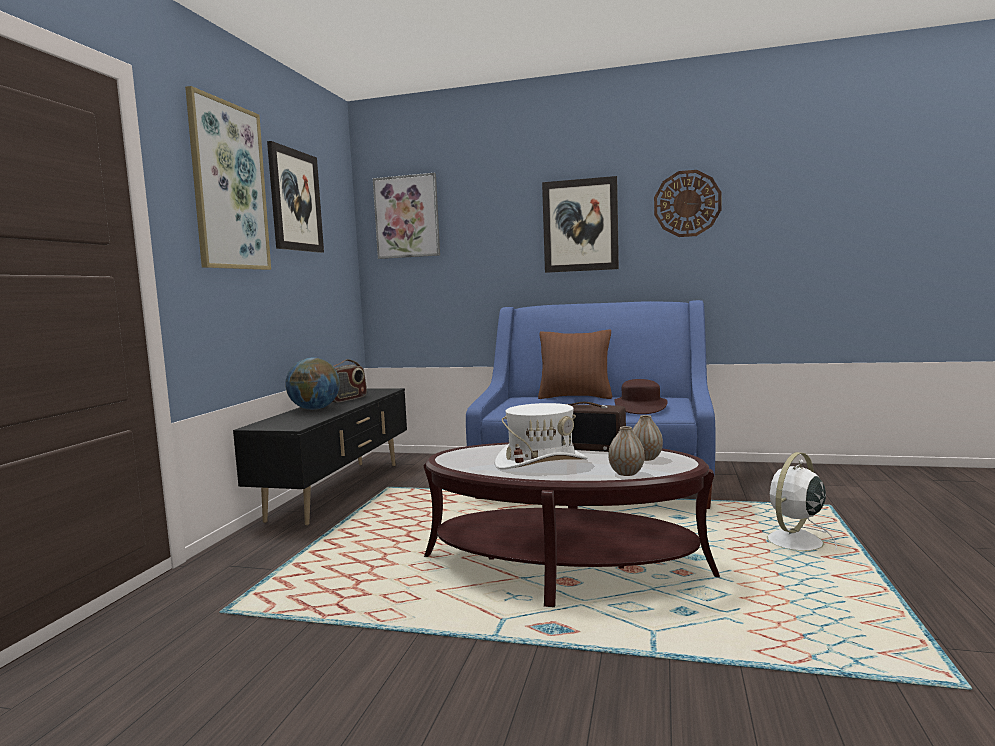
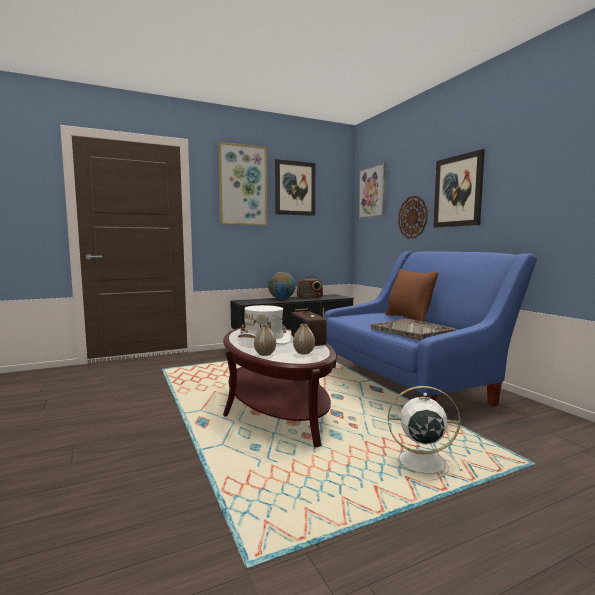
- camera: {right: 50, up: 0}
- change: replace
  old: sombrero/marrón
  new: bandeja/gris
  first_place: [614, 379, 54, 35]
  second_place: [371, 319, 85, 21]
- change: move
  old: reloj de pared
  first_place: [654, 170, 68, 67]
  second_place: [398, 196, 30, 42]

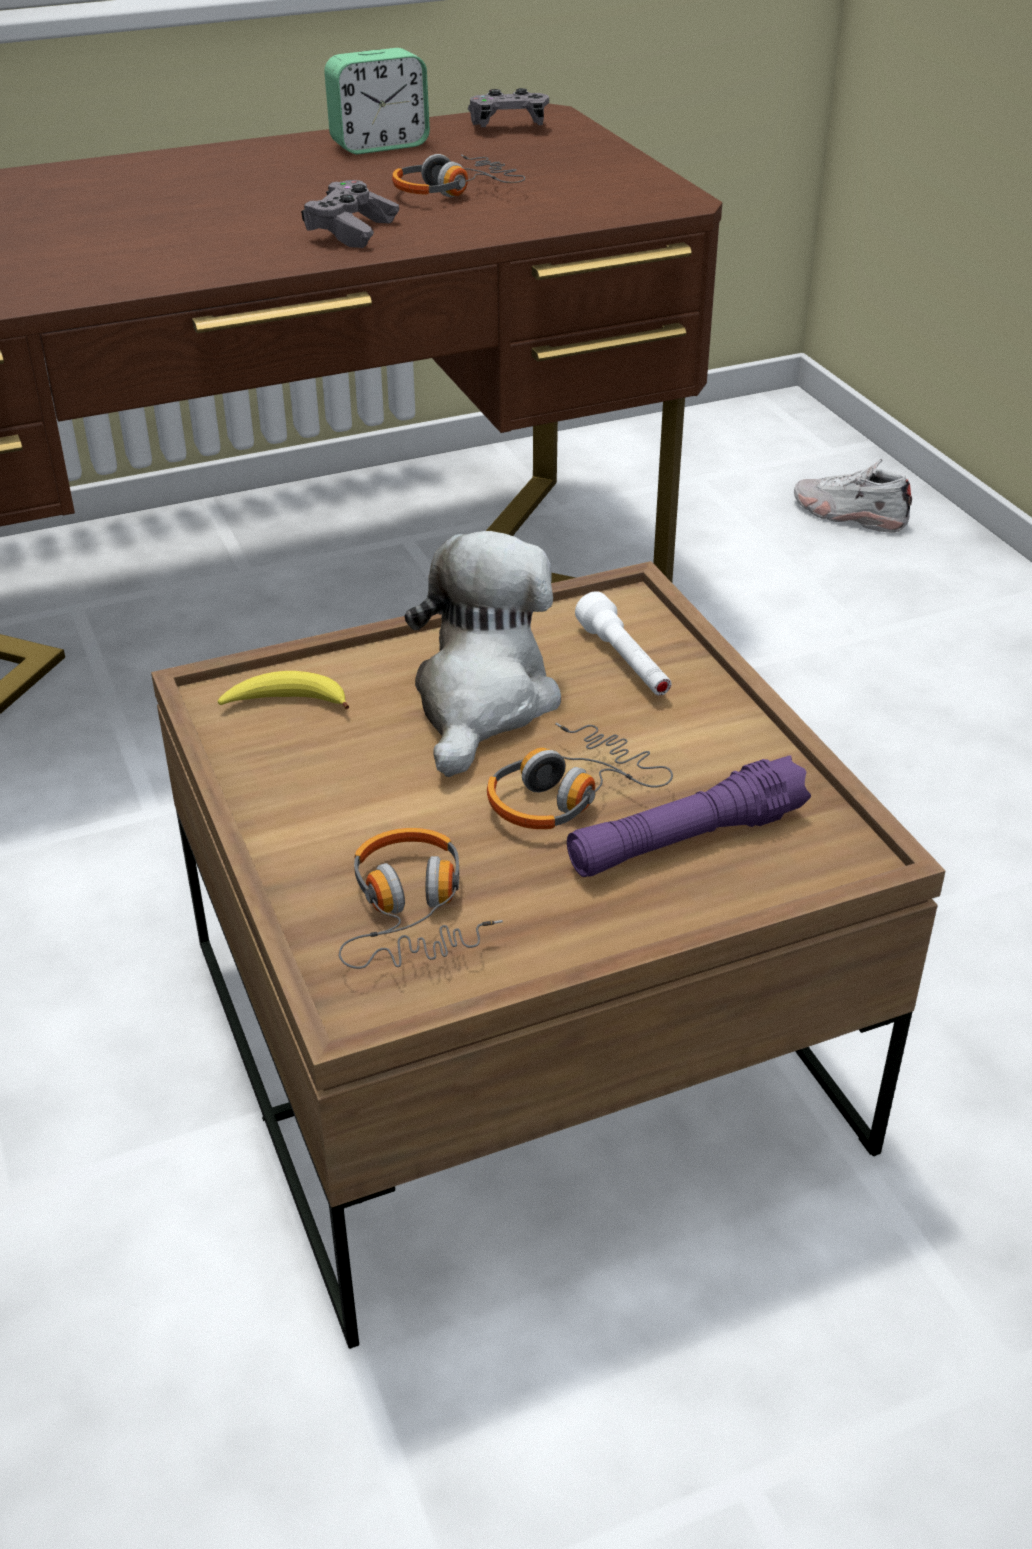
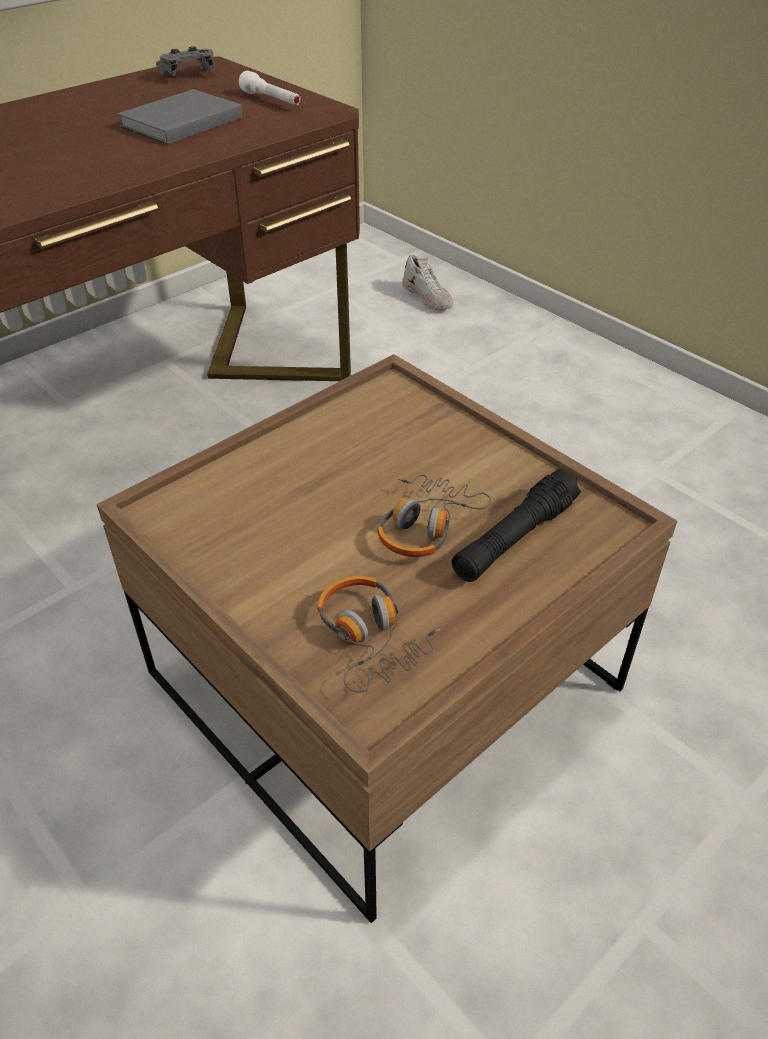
- camera: {right: -20, up: 5}
- change: delete
  old: plátano
  first_place: [218, 671, 131, 39]
- change: delete
  old: mando de consola/gris
  first_place: [301, 180, 98, 68]
- change: delete
  old: despertador
  first_place: [324, 48, 106, 106]
- change: replace
  old: auriculares
  new: libro/gris
  first_place: [392, 154, 134, 43]
  second_place: [118, 89, 125, 55]
- change: delete
  old: peluche
  first_place: [404, 531, 157, 246]
- change: recolor
  old: linterna/morado
  new: linterna/negro
  first_place: [567, 755, 244, 122]
  second_place: [452, 469, 129, 113]
- change: move
  old: linterna/blanco
  first_place: [575, 591, 97, 104]
  second_place: [239, 71, 62, 35]
- change: rotate
  old: zapato/blanco
  first_place: [794, 459, 118, 74]
  second_place: [402, 254, 51, 56]
  degrees: -135

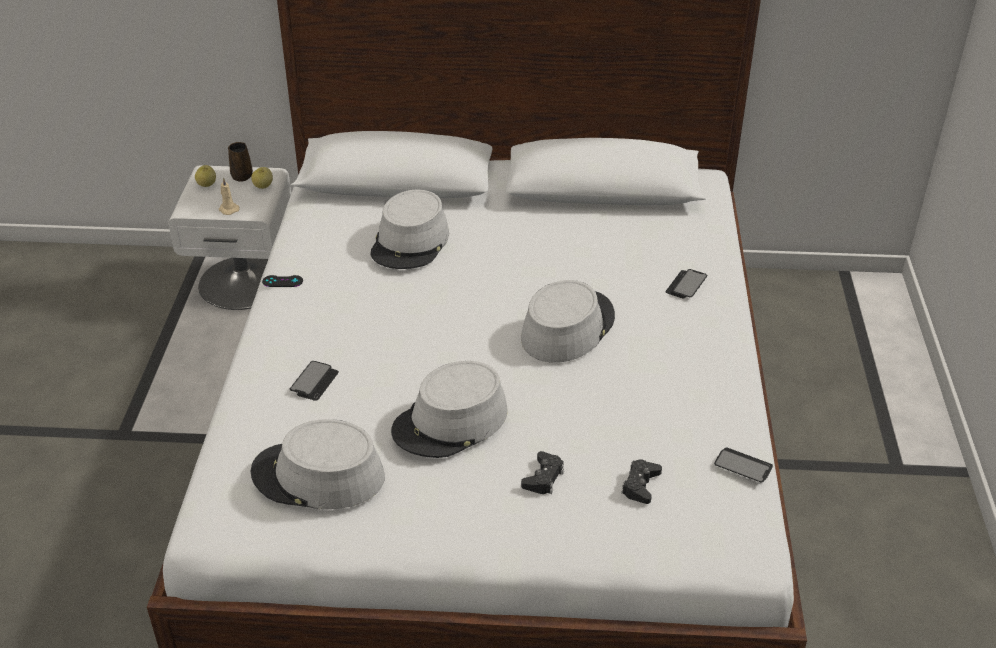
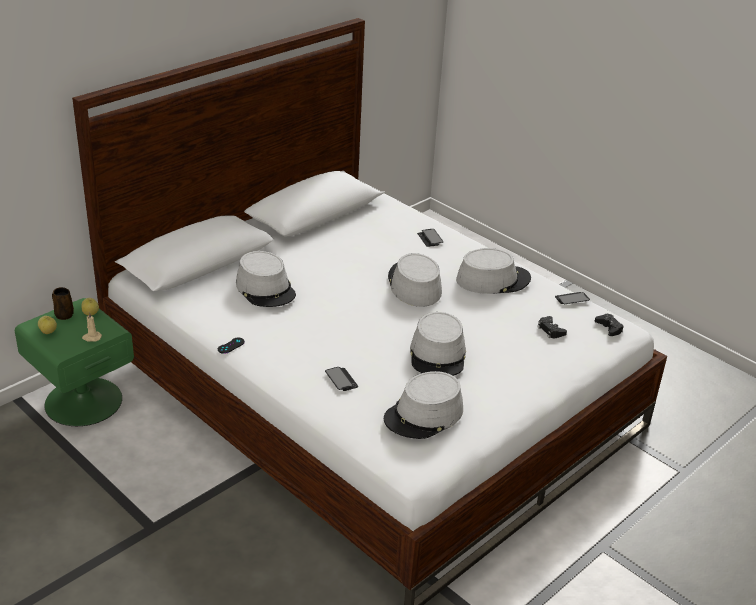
- camera: {right: -50, up: -5}
- change: recolor
  old: mesita de noche/blanco
  new: mesita de noche/verde
  first_place: [168, 166, 123, 144]
  second_place: [15, 298, 119, 128]
- change: move
  old: mando de consola/negro
  first_place: [521, 451, 43, 43]
  second_place: [595, 314, 29, 22]
- change: insert
  new: sombrero/gris
  second_place: [456, 248, 75, 46]

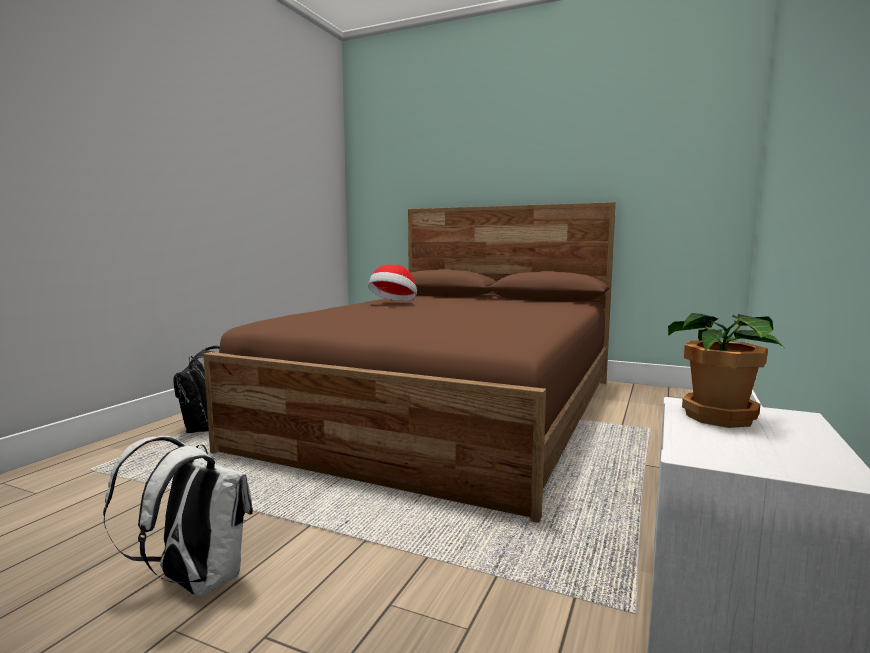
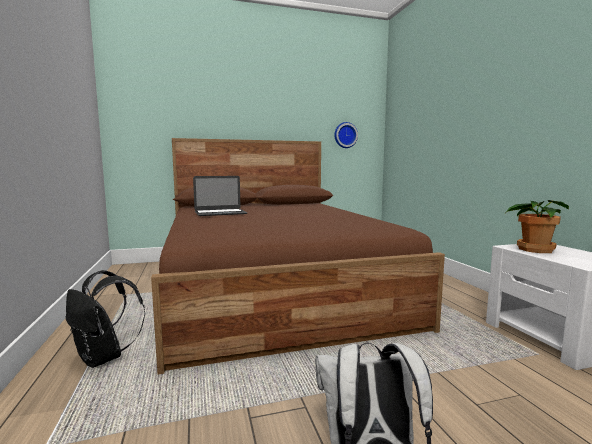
- camera: {right: -40, up: 0}
- change: replace
  old: sombrero
  new: portátil
  first_place: [368, 265, 49, 36]
  second_place: [193, 176, 54, 40]
- change: insert
  new: reloj de pared
  second_place: [334, 122, 24, 26]

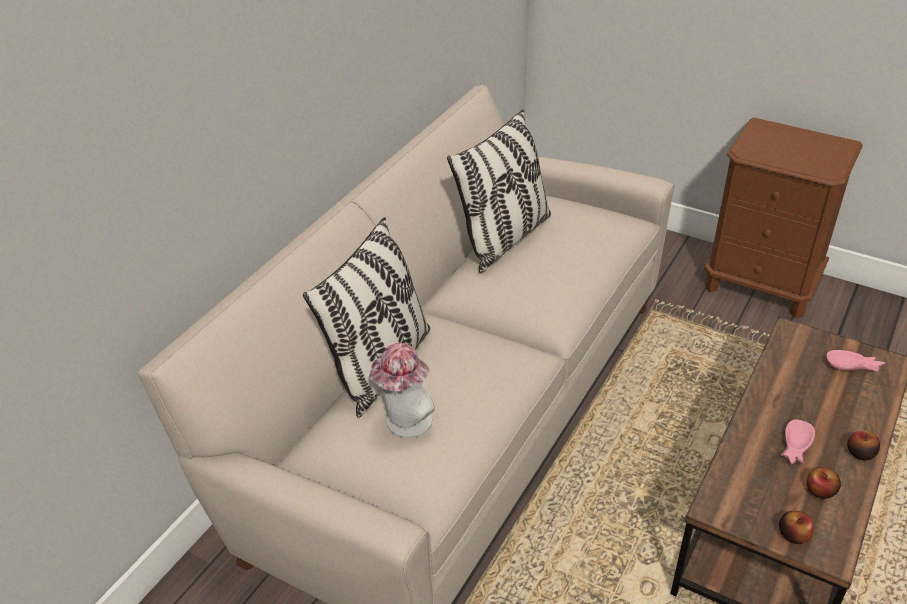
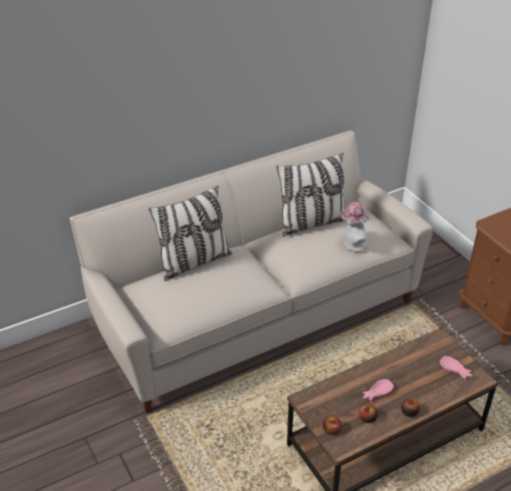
- camera: {right: 30, up: 0}
- change: move
  old: sombrero
  first_place: [369, 343, 66, 95]
  second_place: [339, 202, 30, 50]

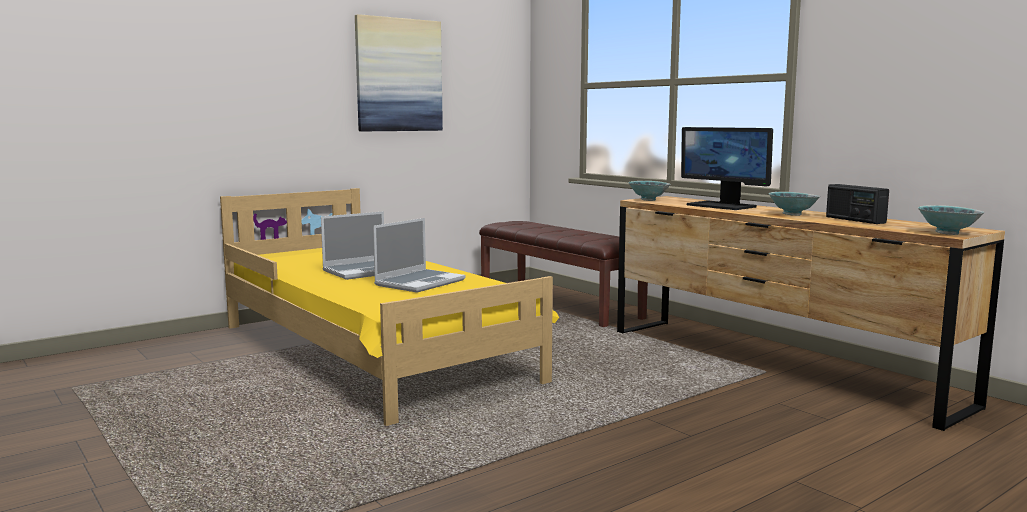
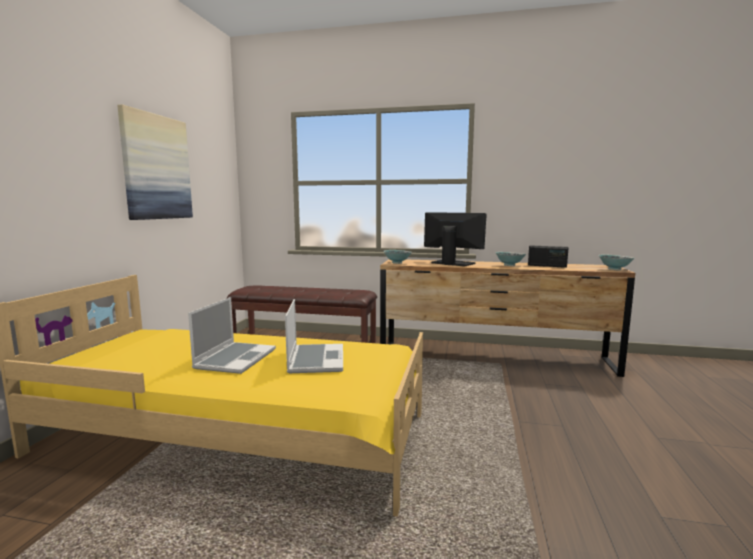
- camera: {right: -40, up: 0}
- change: rotate
  old: monitor
  first_place: [681, 127, 92, 83]
  second_place: [424, 212, 63, 54]
  degrees: -150

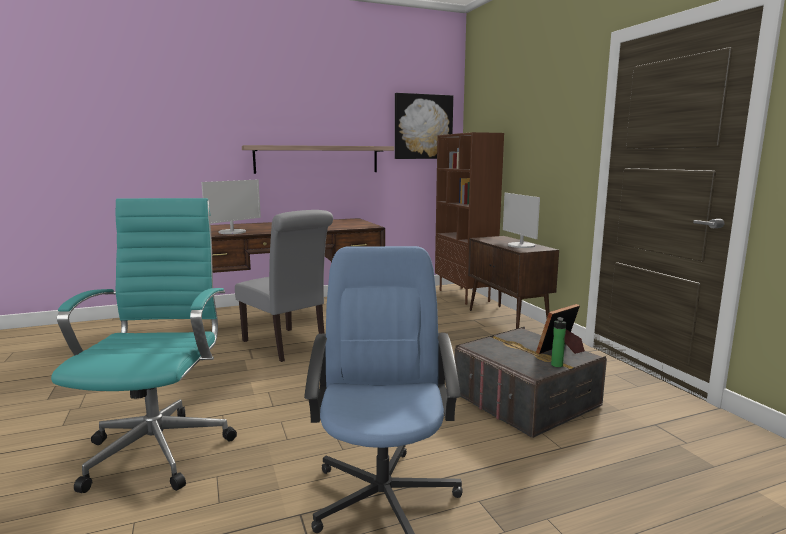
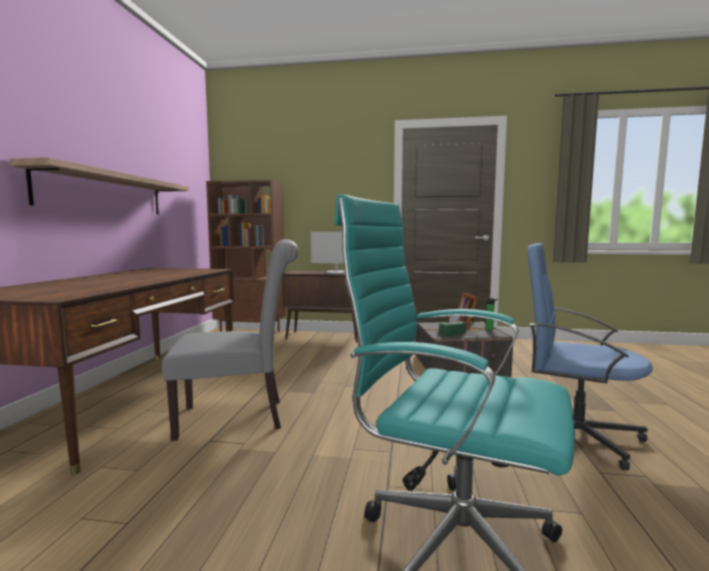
- camera: {right: -60, up: -5}
- change: delete
  old: monitor
  first_place: [201, 180, 60, 54]
- change: delete
  old: cuadro
  first_place: [395, 93, 58, 66]
- change: insert
  new: caja de pañuelos/verde
  second_place: [439, 317, 27, 20]

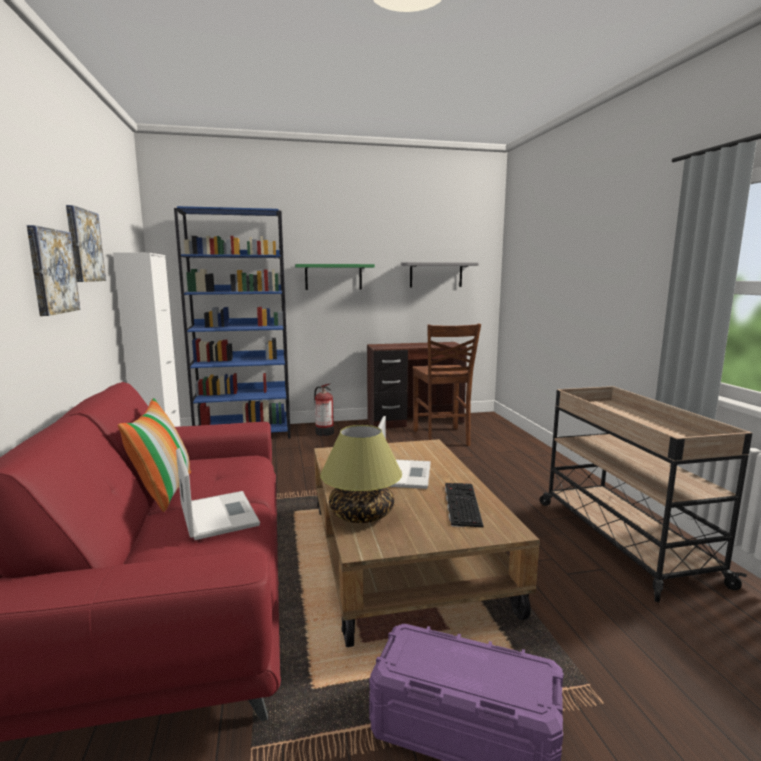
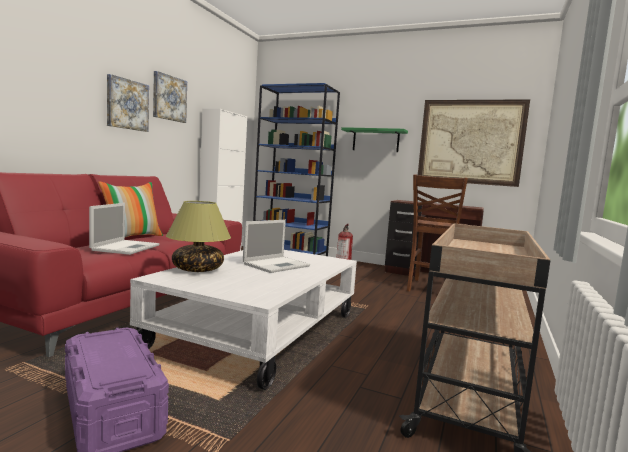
- camera: {right: 35, up: -5}
- change: recolor
  old: mesa de centro/marrón
  new: mesa de centro/blanco
  first_place: [314, 439, 226, 208]
  second_place: [130, 250, 227, 140]
- change: replace
  old: estante/gris
  new: cuadro
  first_place: [401, 262, 78, 25]
  second_place: [418, 99, 112, 88]
- change: delete
  old: teclado
  first_place: [445, 483, 38, 44]

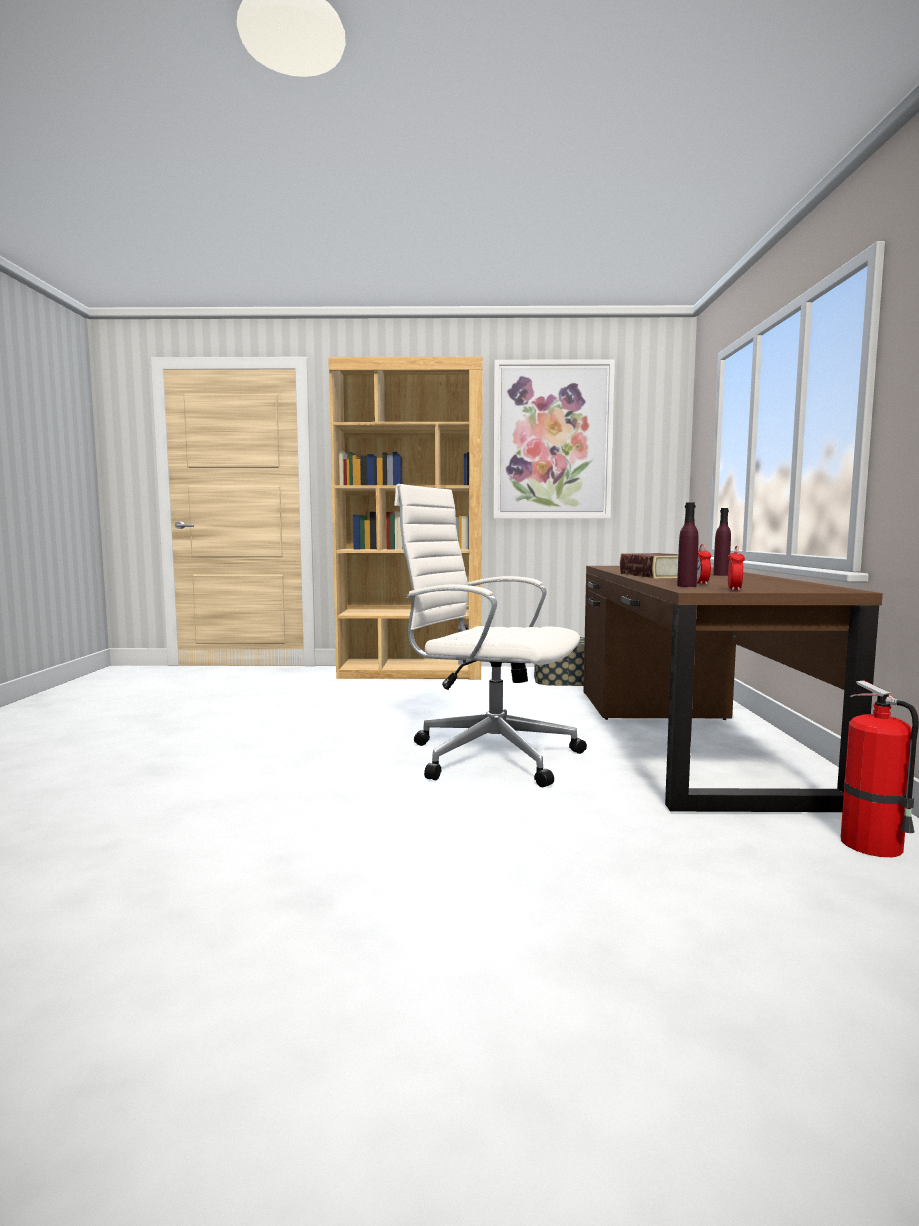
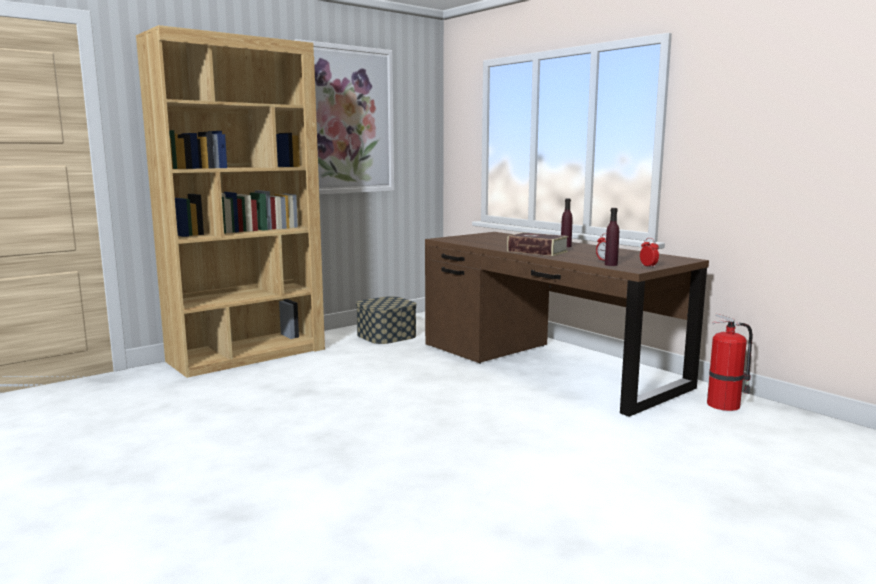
- camera: {right: -40, up: 5}
- change: delete
  old: silla de oficina/blanco
  first_place: [394, 484, 193, 303]

